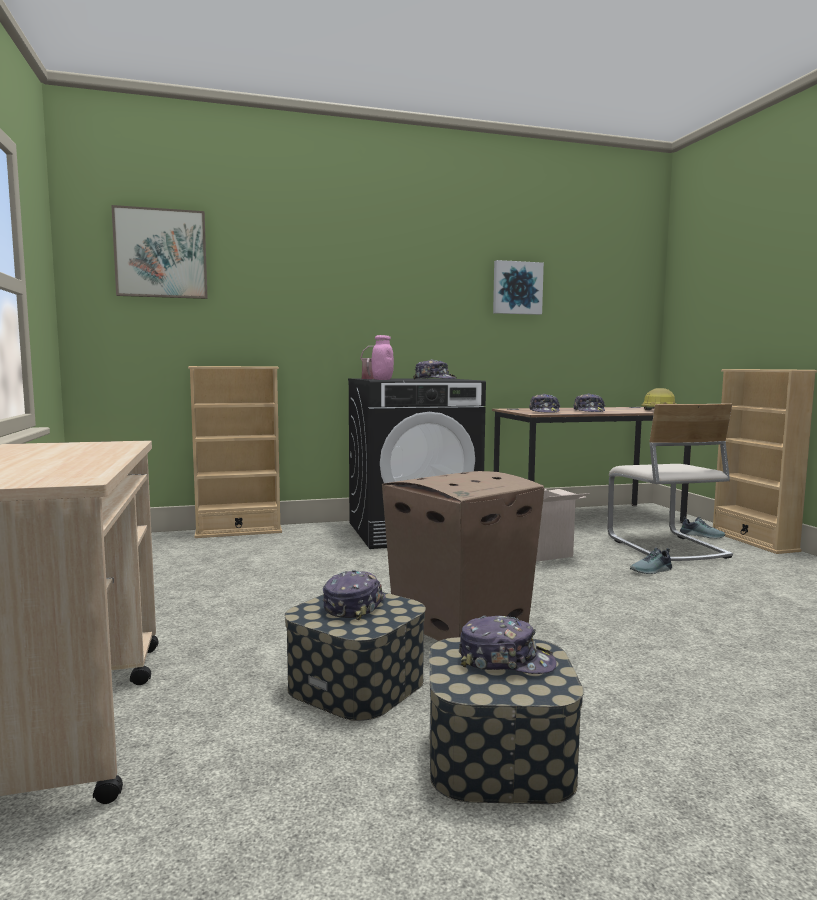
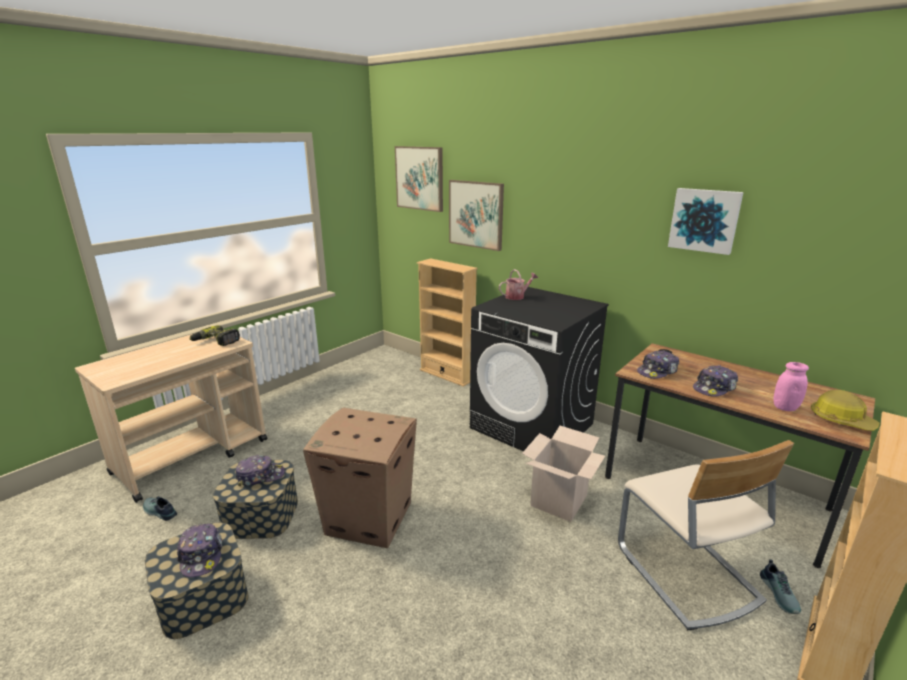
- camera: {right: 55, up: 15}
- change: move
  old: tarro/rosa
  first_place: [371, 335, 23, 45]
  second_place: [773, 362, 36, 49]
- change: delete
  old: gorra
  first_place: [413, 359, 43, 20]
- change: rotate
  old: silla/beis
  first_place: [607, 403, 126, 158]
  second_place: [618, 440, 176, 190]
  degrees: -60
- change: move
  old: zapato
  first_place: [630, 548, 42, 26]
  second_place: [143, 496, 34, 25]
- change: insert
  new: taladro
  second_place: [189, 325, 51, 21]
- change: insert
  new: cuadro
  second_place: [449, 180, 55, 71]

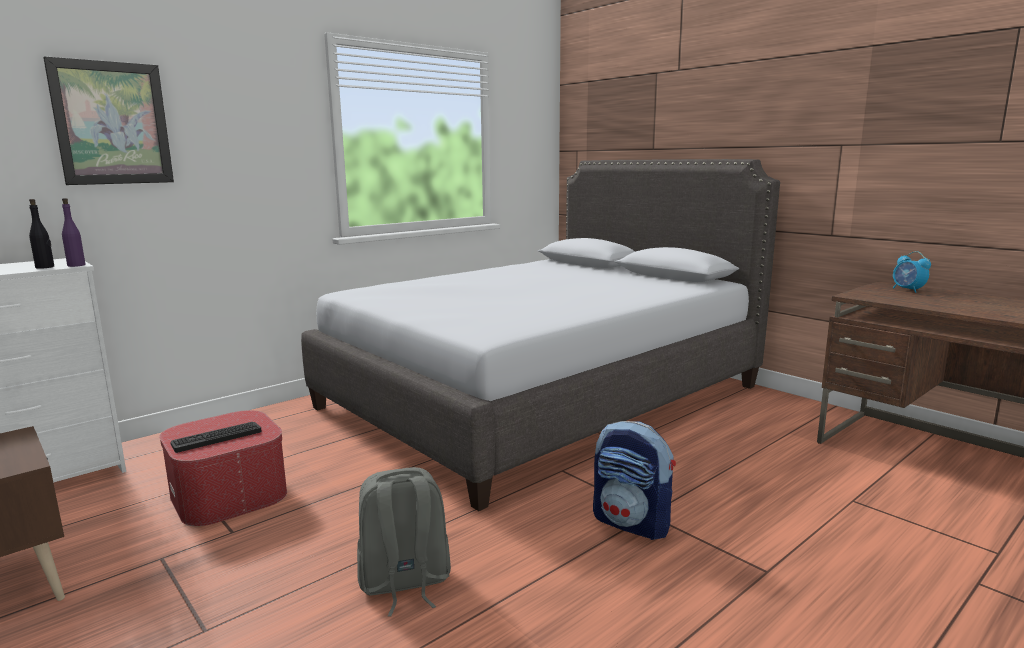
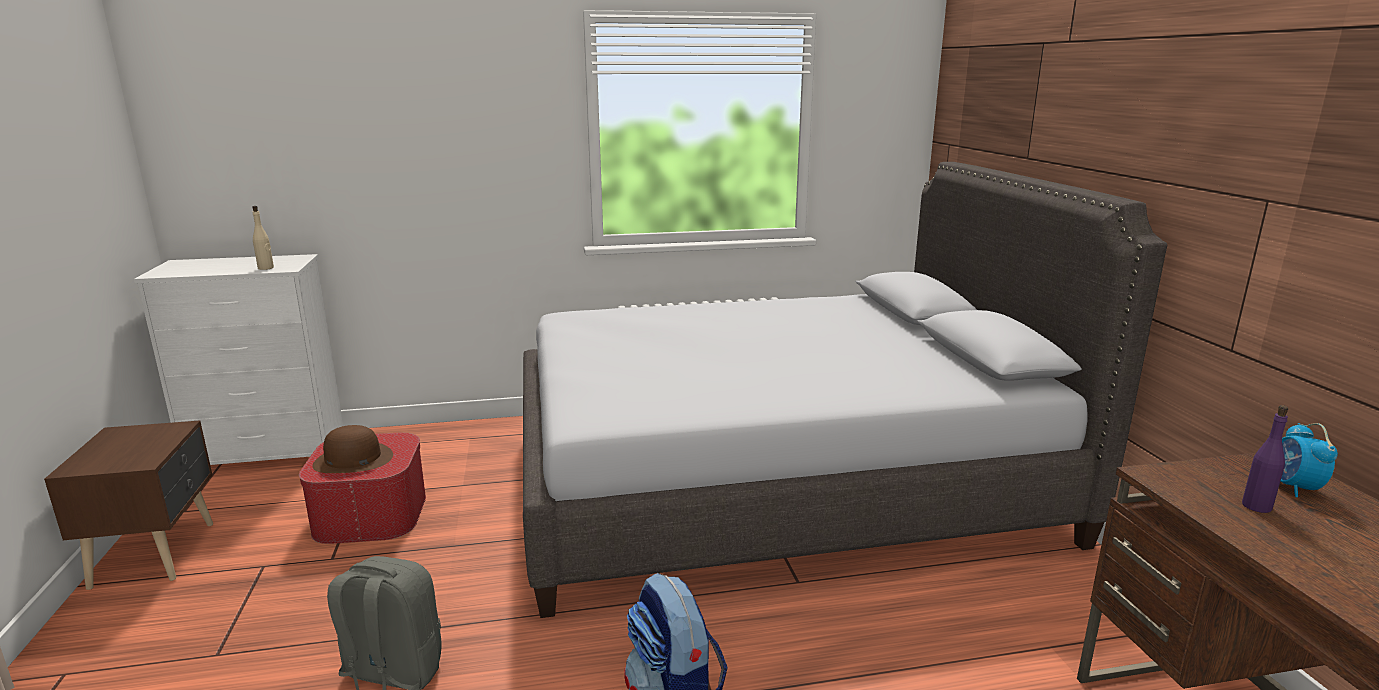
- camera: {right: 30, up: 5}
- change: recolor
  old: botella/negro
  new: botella/beis
  first_place: [29, 199, 25, 70]
  second_place: [253, 206, 21, 64]
- change: delete
  old: cuadro
  first_place: [43, 56, 131, 129]
- change: move
  old: botella/morado
  first_place: [62, 198, 23, 69]
  second_place: [1242, 405, 46, 108]
- change: replace
  old: teclado
  new: sombrero/marrón
  first_place: [170, 422, 92, 31]
  second_place: [312, 425, 81, 48]

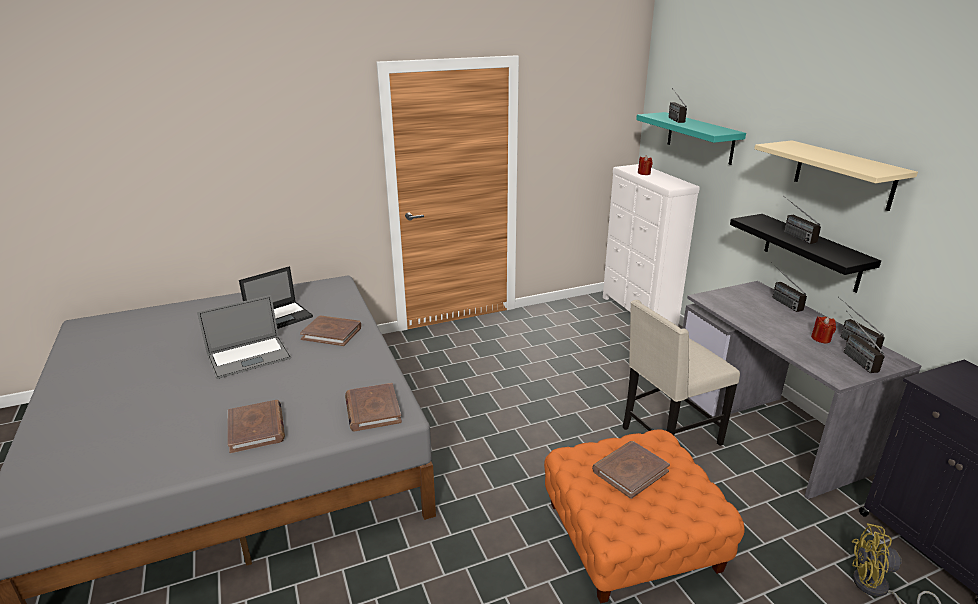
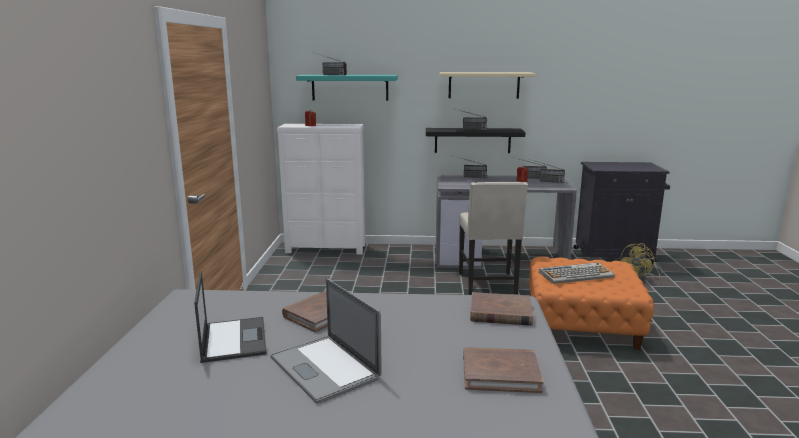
- camera: {right: -65, up: -10}
- change: rotate
  old: portátil
  first_place: [197, 295, 94, 84]
  second_place: [270, 278, 112, 126]
  degrees: 150
- change: replace
  old: libro/marrón
  new: teclado
  first_place: [592, 441, 78, 58]
  second_place: [539, 262, 76, 22]

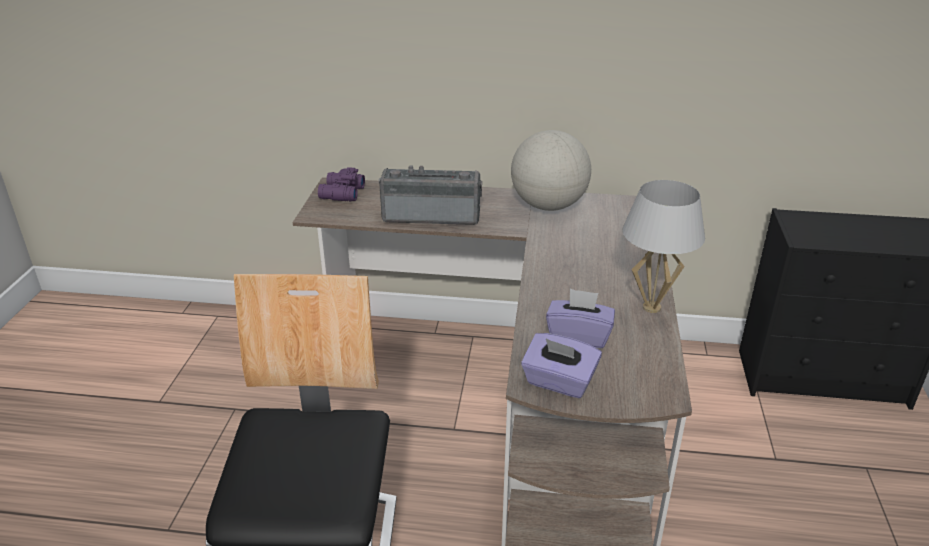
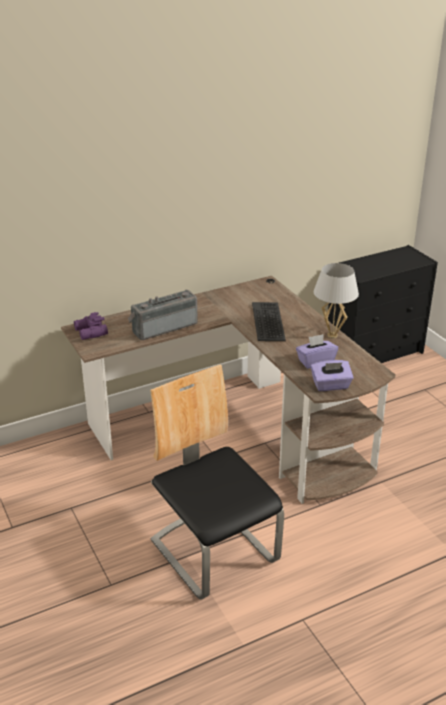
- camera: {right: -35, up: 0}
- change: delete
  old: globo terráqueo
  first_place: [511, 130, 80, 81]
- change: insert
  new: teclado
  second_place: [252, 302, 34, 39]

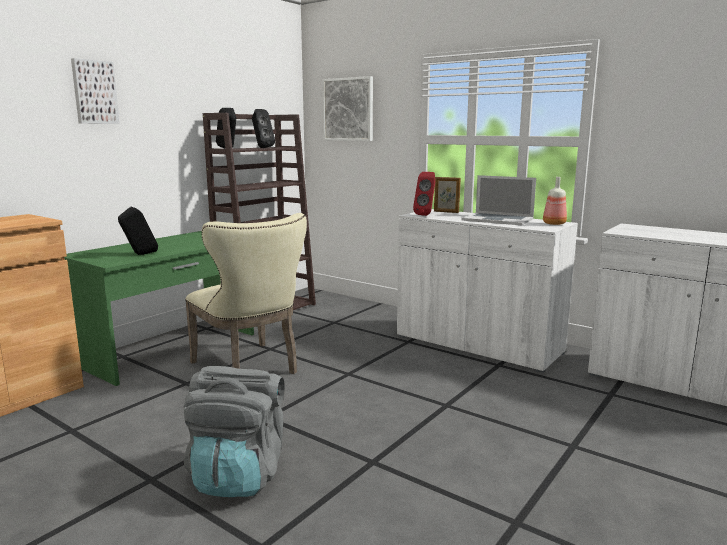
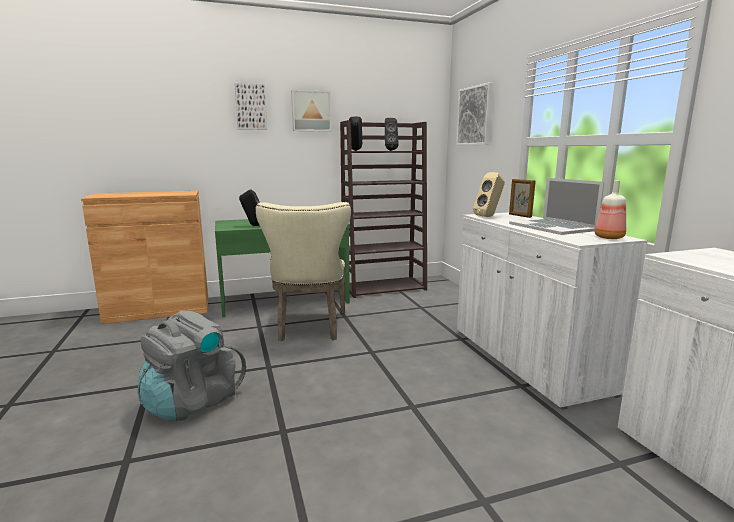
- camera: {right: 35, up: 0}
- change: recolor
  old: altavoz/rojo
  new: altavoz/beis
  first_place: [413, 172, 22, 44]
  second_place: [473, 172, 32, 45]
- change: insert
  new: cuadro
  second_place: [291, 90, 40, 42]

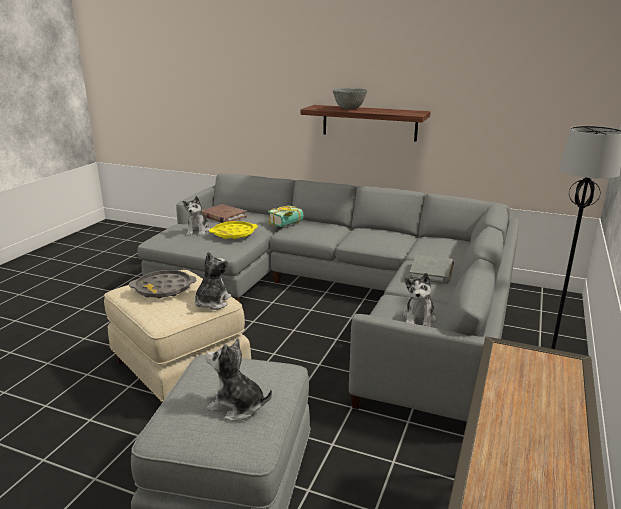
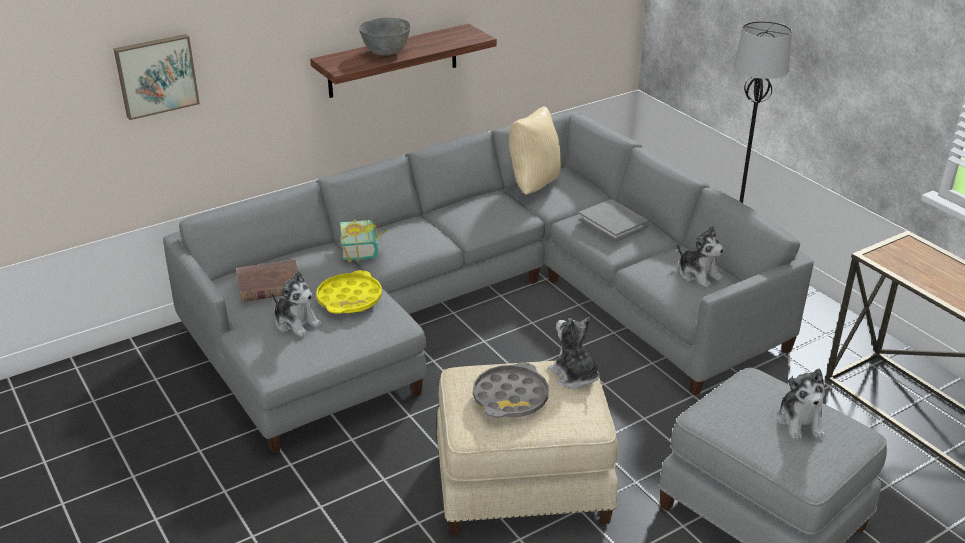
- camera: {right: -55, up: 10}
- change: rotate
  old: peluche
  first_place: [206, 338, 66, 83]
  second_place: [777, 369, 48, 70]
  degrees: -60
- change: insert
  new: cuadro
  second_place: [113, 34, 87, 86]
- change: insert
  new: cojín/beis
  second_place: [509, 106, 52, 89]

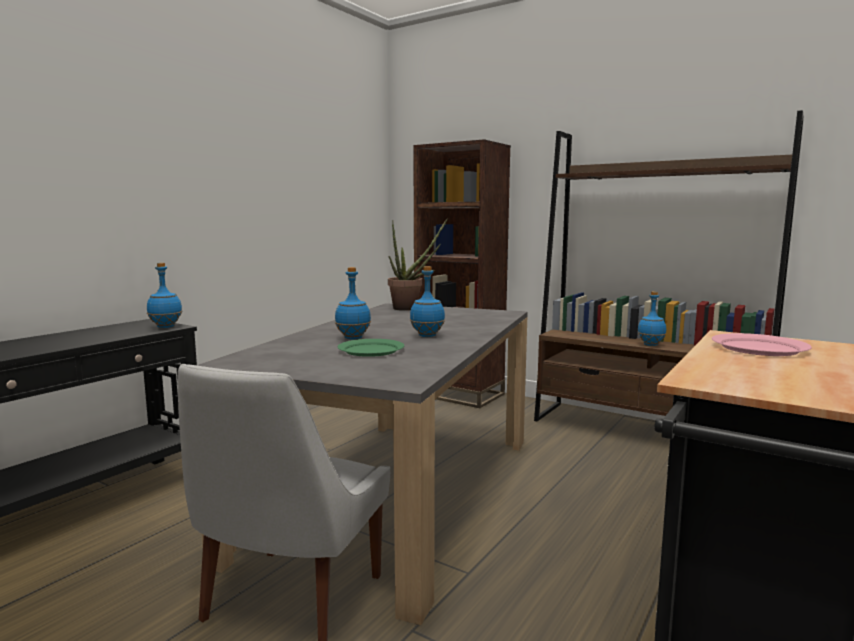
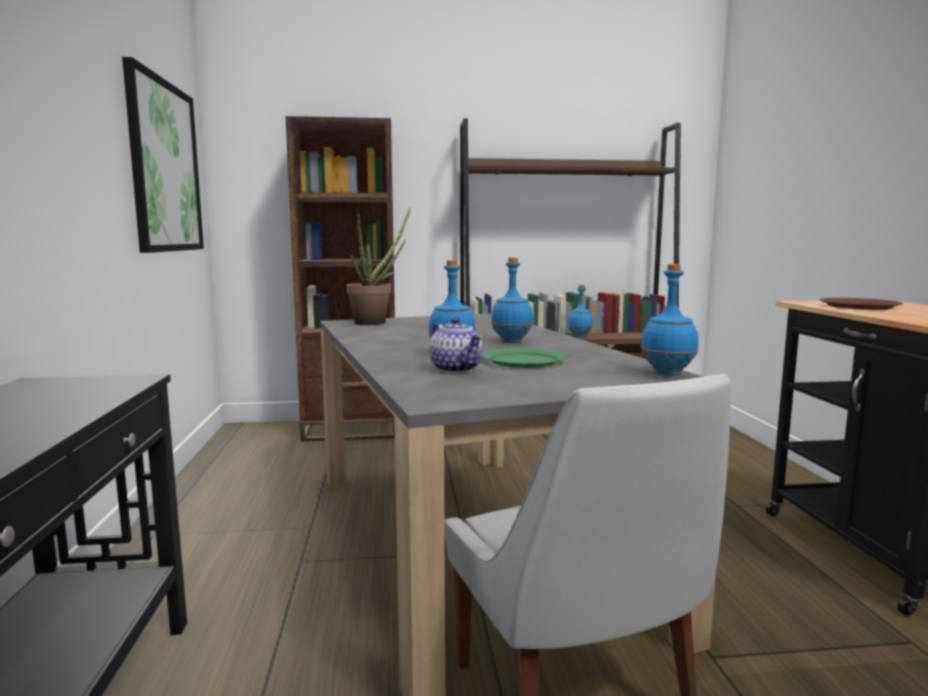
- camera: {right: -40, up: 0}
- change: move
  old: botella/azul
  first_place: [147, 263, 35, 65]
  second_place: [641, 264, 58, 112]
- change: recolor
  old: plato/rosa
  new: plato/marrón
  first_place: [712, 333, 100, 23]
  second_place: [819, 298, 84, 12]
- change: insert
  new: cuadro
  second_place: [122, 57, 82, 196]
- change: insert
  new: tetera
  second_place: [429, 317, 54, 56]

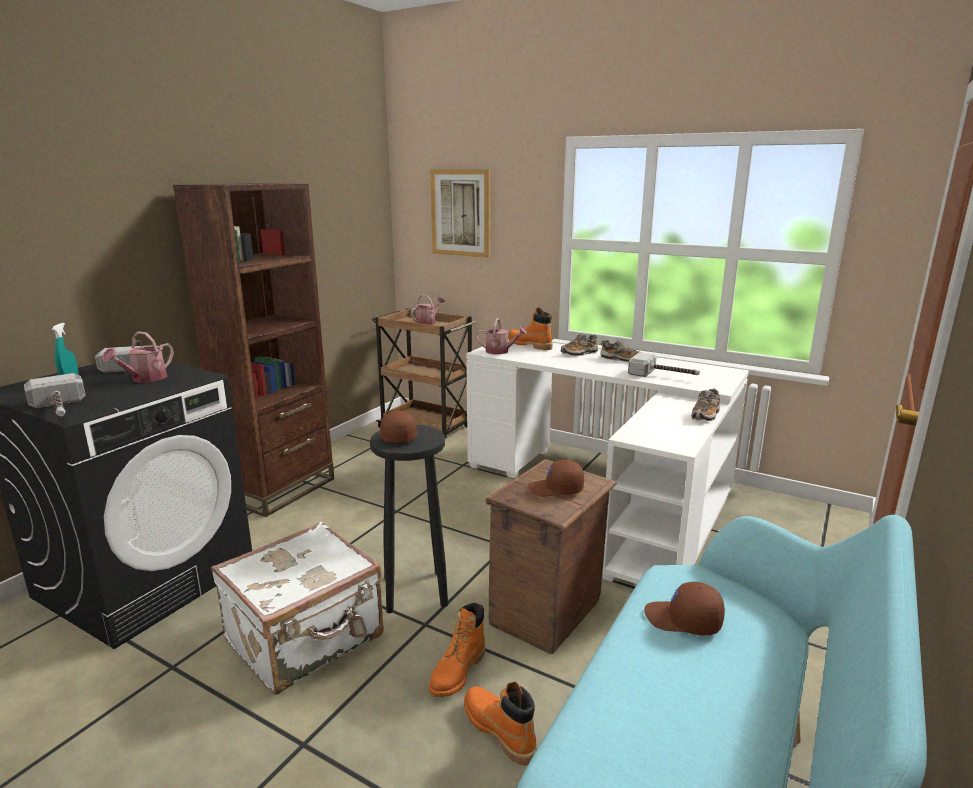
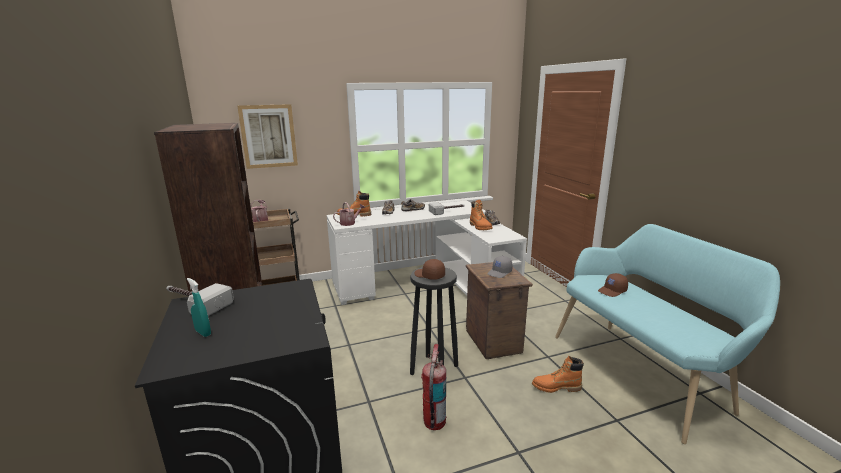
- camera: {right: -50, up: 0}
- change: delete
  old: martillo
  first_place: [24, 373, 62, 43]
- change: delete
  old: regadera
  first_place: [102, 331, 72, 52]
- change: replace
  old: maleta/blanco
  new: extintor
  first_place: [211, 522, 173, 173]
  second_place: [421, 344, 25, 86]
- change: move
  old: bota/naranja
  first_place: [429, 603, 56, 94]
  second_place: [470, 200, 23, 30]
- change: recolor
  old: gorra/marrón
  new: gorra/gris
  first_place: [528, 460, 56, 36]
  second_place: [487, 256, 26, 22]

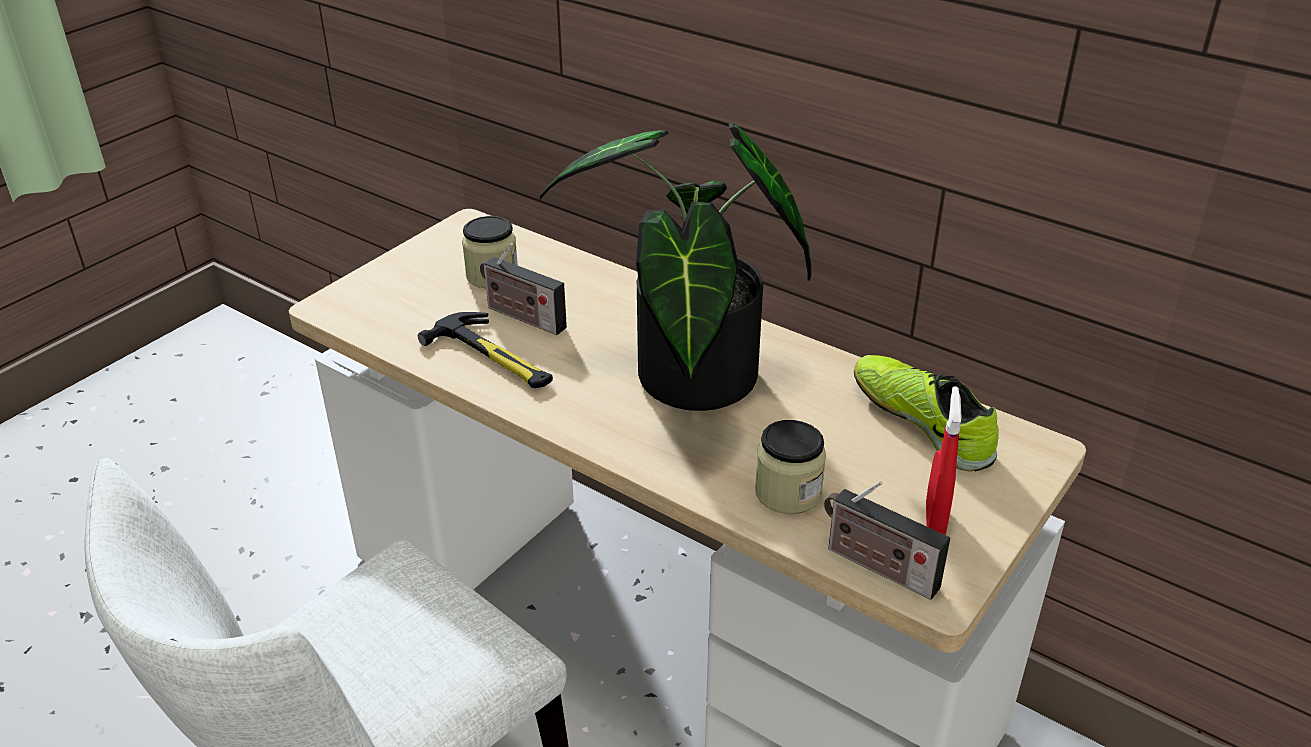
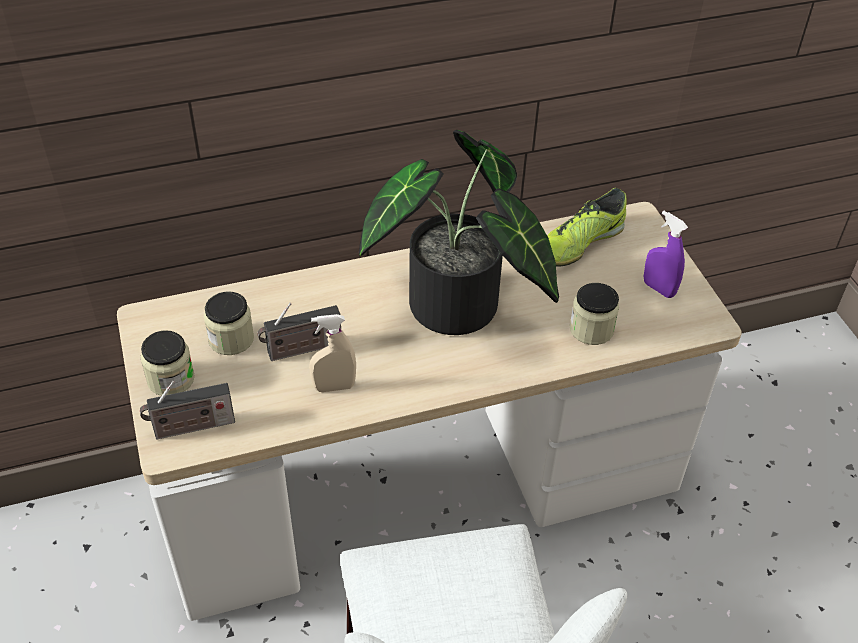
- camera: {right: -55, up: 10}
- change: replace
  old: martillo
  new: pulverizador/beis
  first_place: [418, 312, 135, 76]
  second_place: [309, 314, 47, 78]
- change: move
  old: radio
  first_place: [824, 481, 126, 119]
  second_place: [140, 381, 95, 58]
- change: rotate
  old: zapato
  first_place: [854, 355, 145, 117]
  second_place: [547, 188, 80, 79]
  degrees: -45
- change: recolor
  old: pulverizador/rojo
  new: pulverizador/morado
  first_place: [926, 386, 35, 149]
  second_place: [644, 211, 44, 87]
- change: insert
  new: tarro
  second_place: [141, 330, 54, 66]

